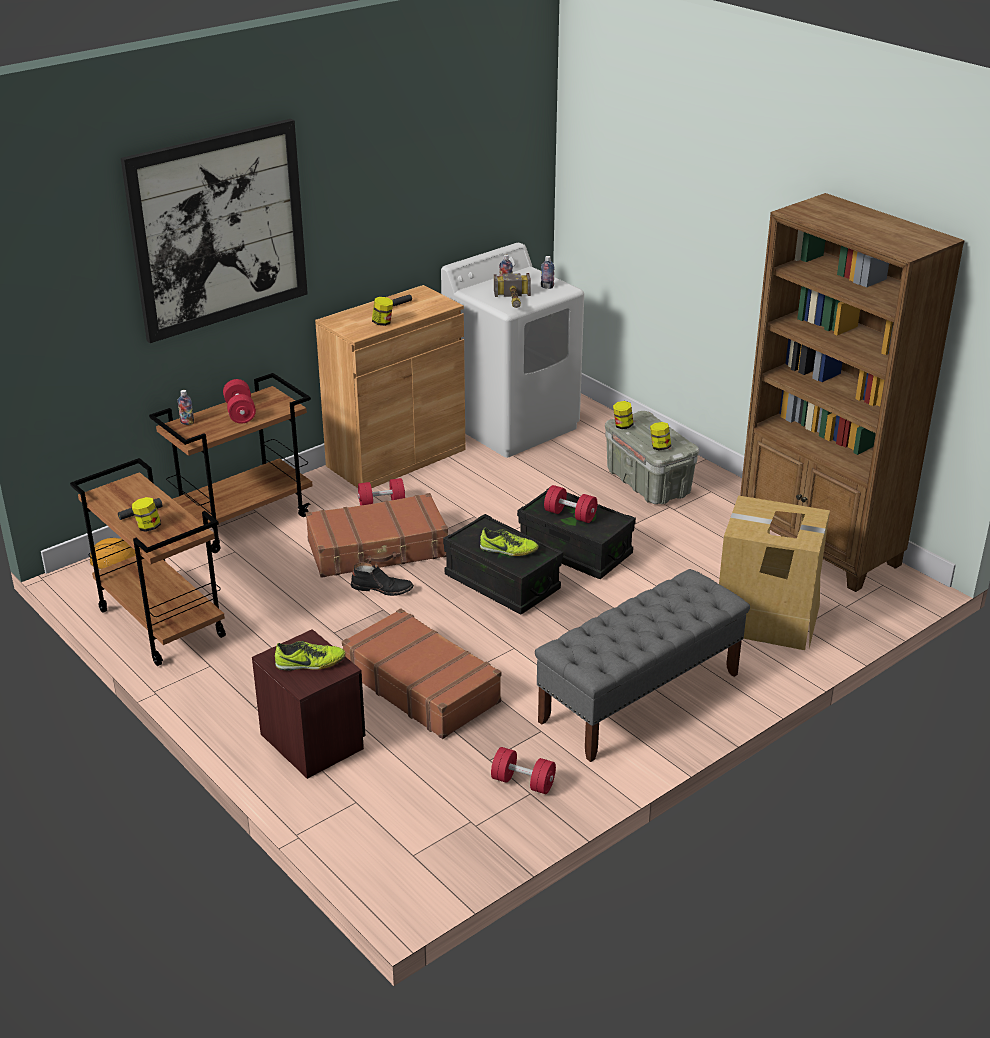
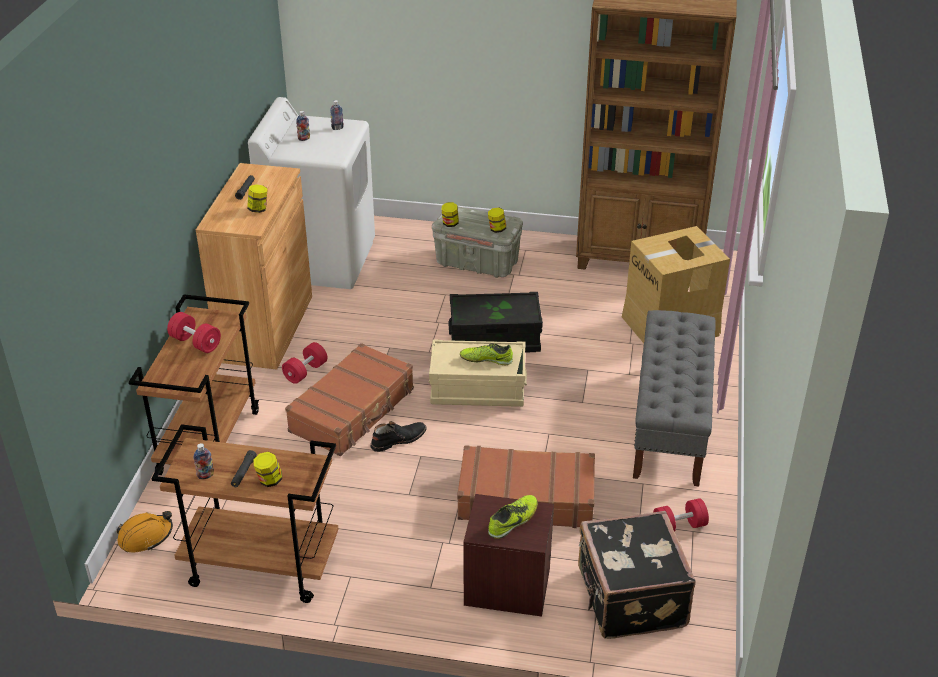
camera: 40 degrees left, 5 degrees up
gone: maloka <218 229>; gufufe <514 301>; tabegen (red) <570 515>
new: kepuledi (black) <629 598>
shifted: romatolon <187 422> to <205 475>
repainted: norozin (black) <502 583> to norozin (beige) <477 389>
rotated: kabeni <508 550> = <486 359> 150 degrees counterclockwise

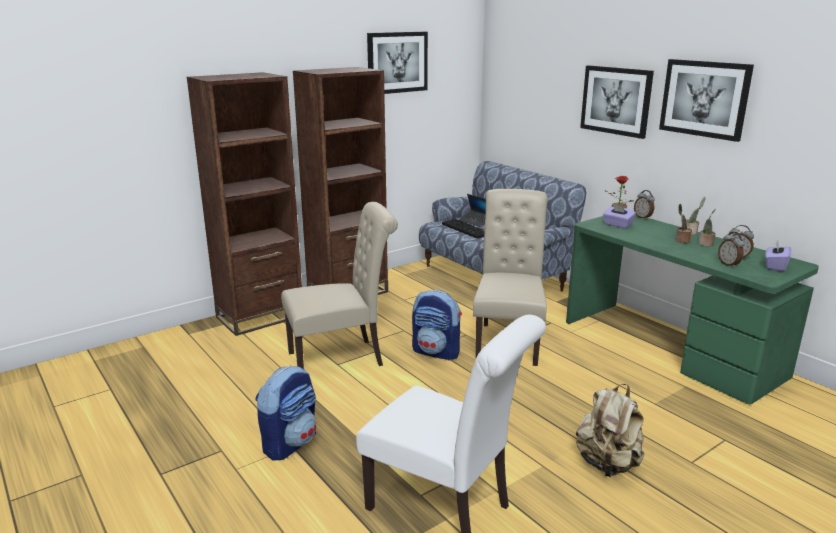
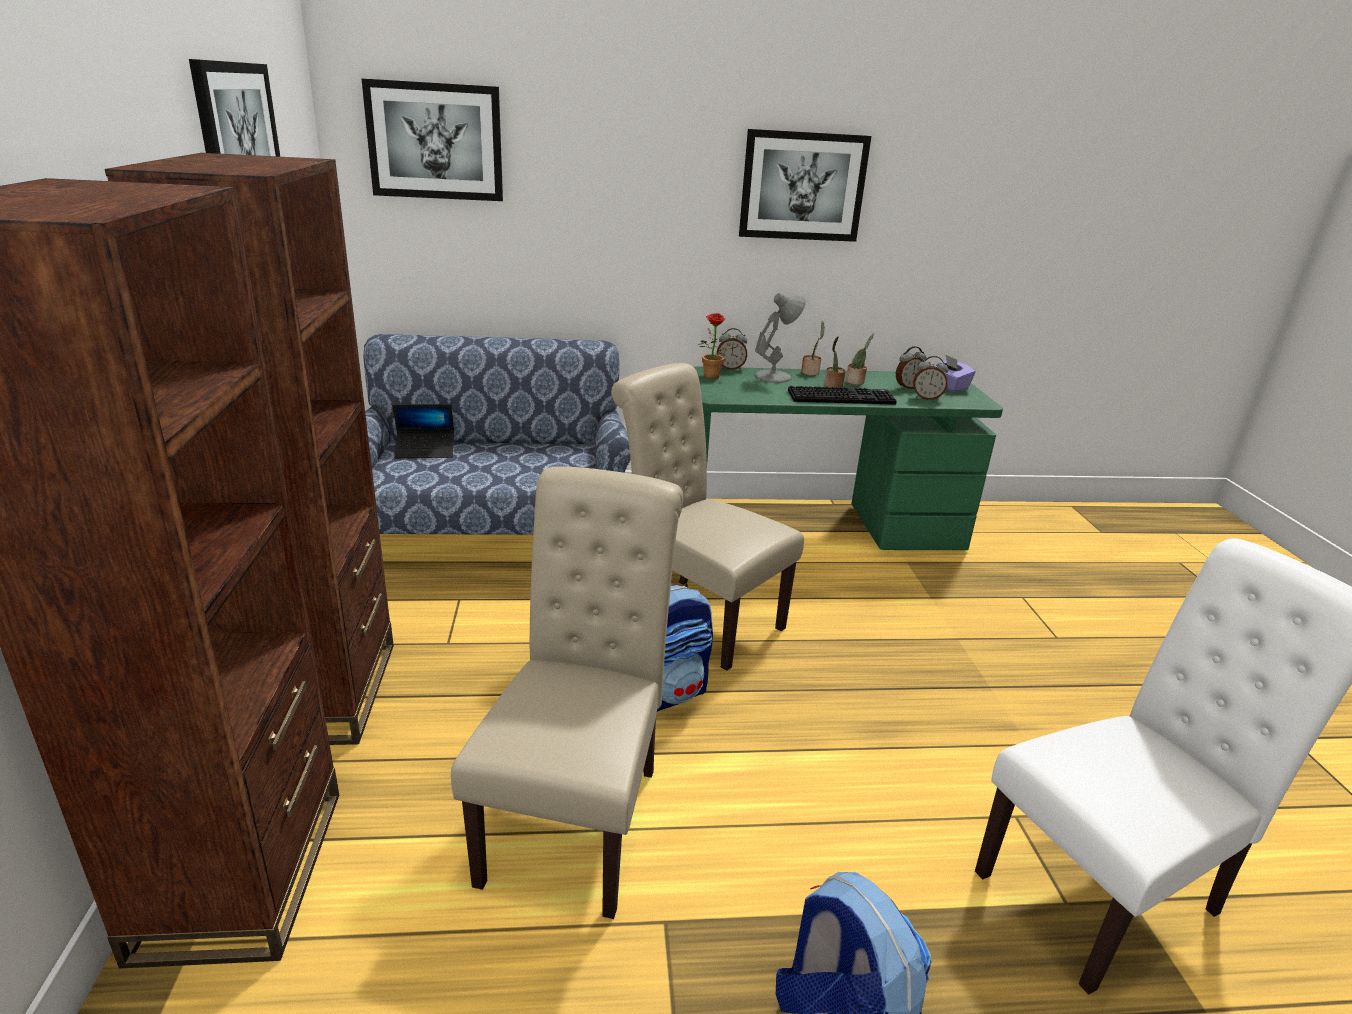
camera: 60 degrees left, 5 degrees up
gone: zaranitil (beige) <608 464>; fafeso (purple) <617 225>
new: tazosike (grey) <774 376>
shifted: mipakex <466 229> to <841 397>; maloka <616 100> to <435 141>

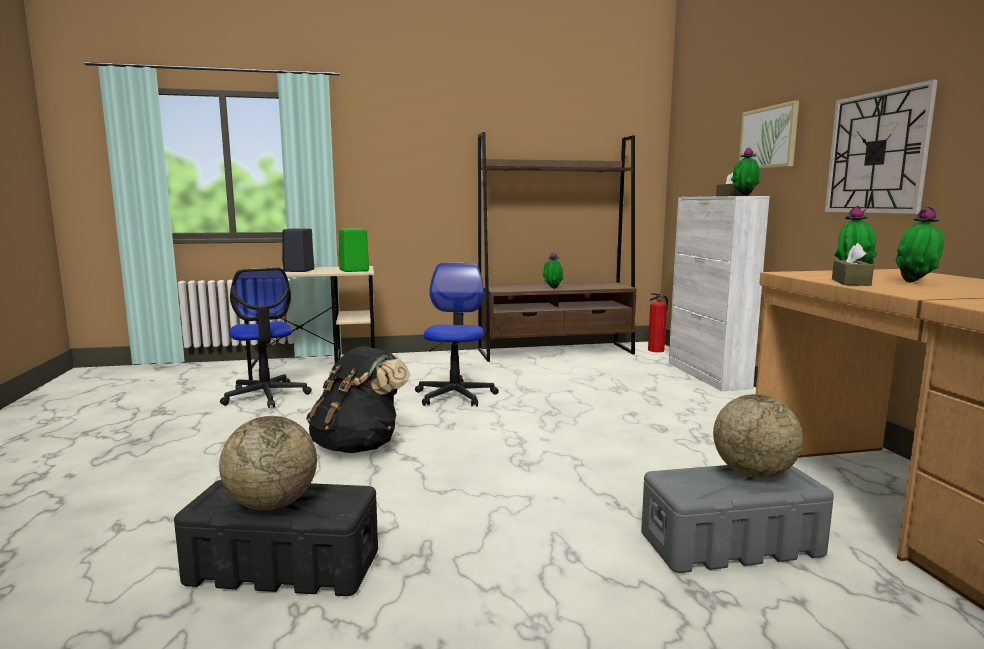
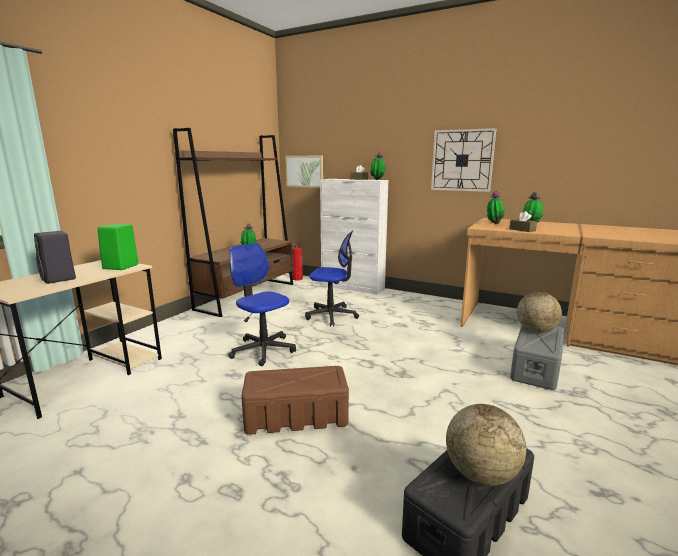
camera: 50 degrees left, 5 degrees up
shifted: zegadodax <266 396> to <331 315>; maloka <768 138> to <304 171>
swapped: zaranitil (black) <358 446> to norozin (brown) <297 416>

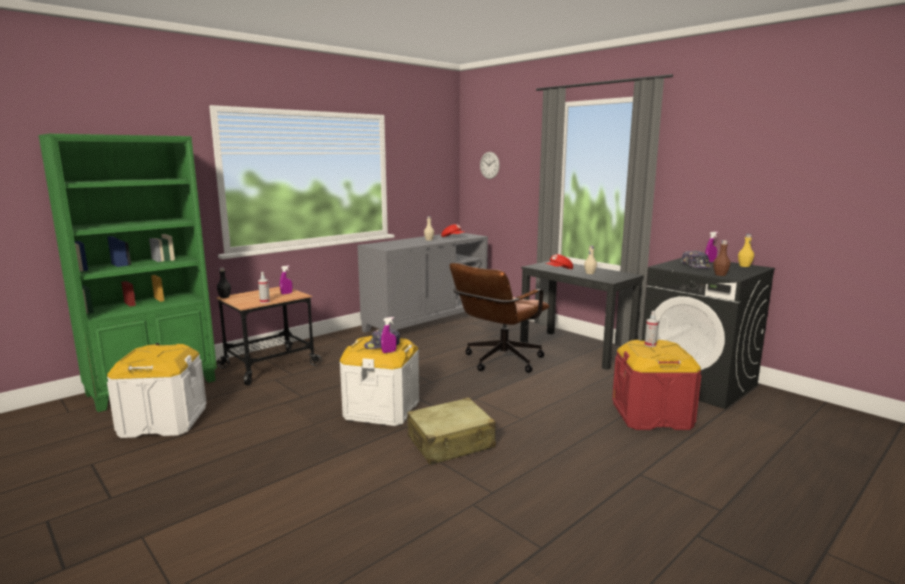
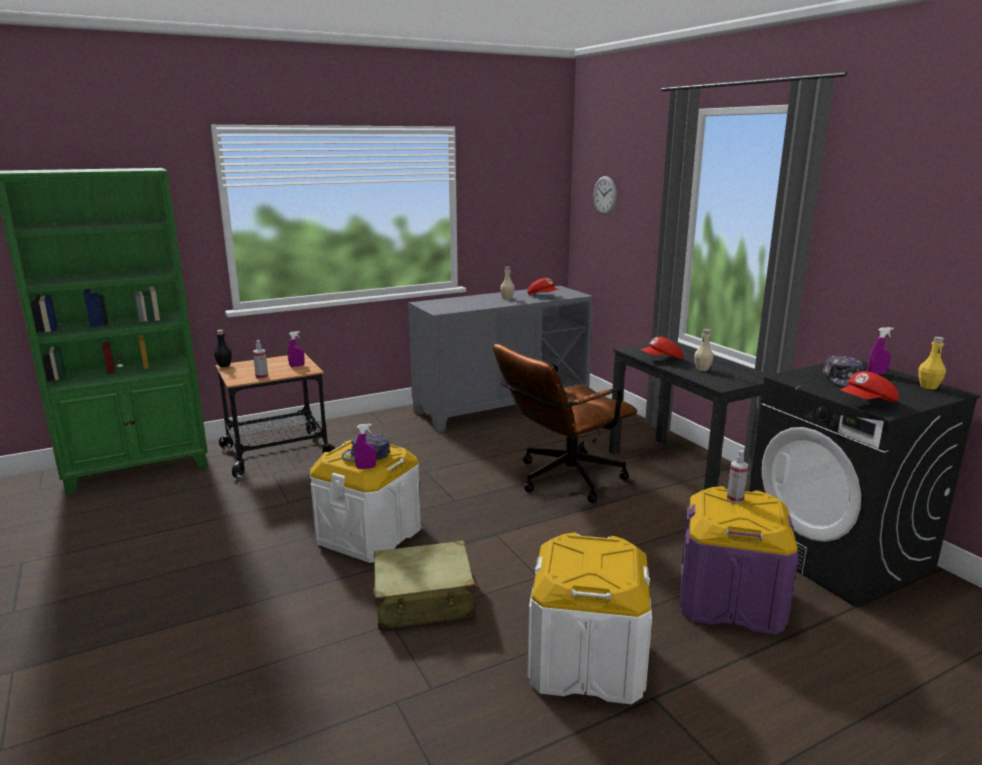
camera: 15 degrees right, 5 degrees up
shifted: norozin (white) <163 422> to <586 662>
swapped: romatolon (brown) <720 275> to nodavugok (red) <867 403>
repainted: norozin (red) <651 415> to norozin (purple) <730 600>

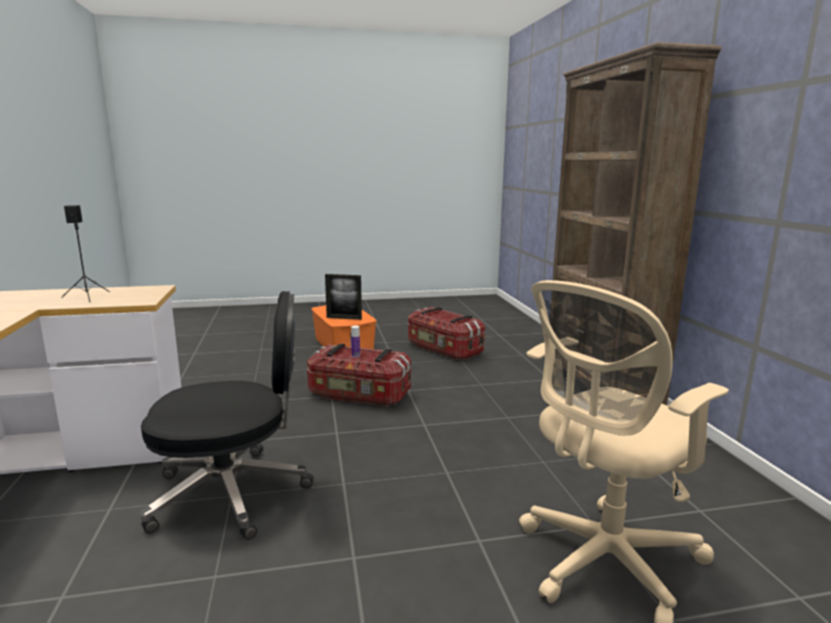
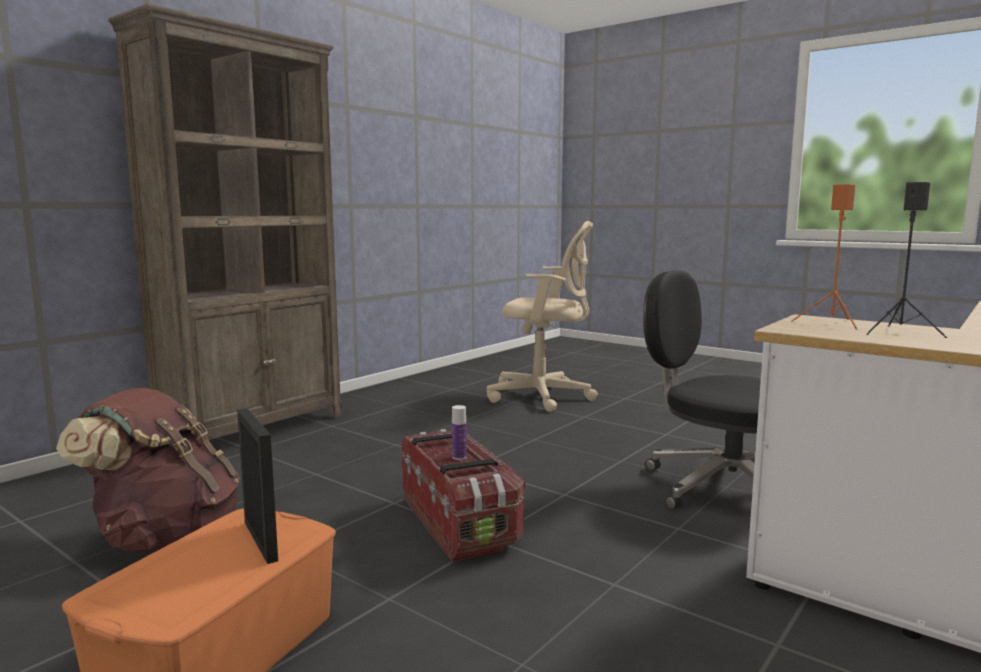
camera: 130 degrees left, 5 degrees down
new: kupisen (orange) <832 323>
swapped: norozin <443 349> to zaranitil (brown) <164 538>

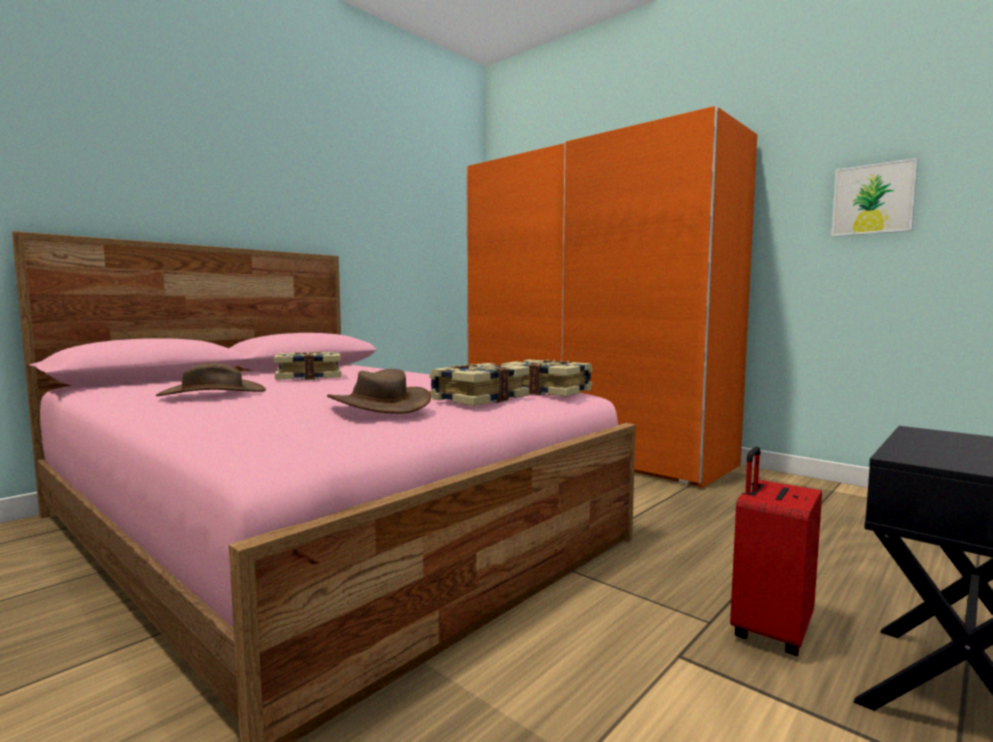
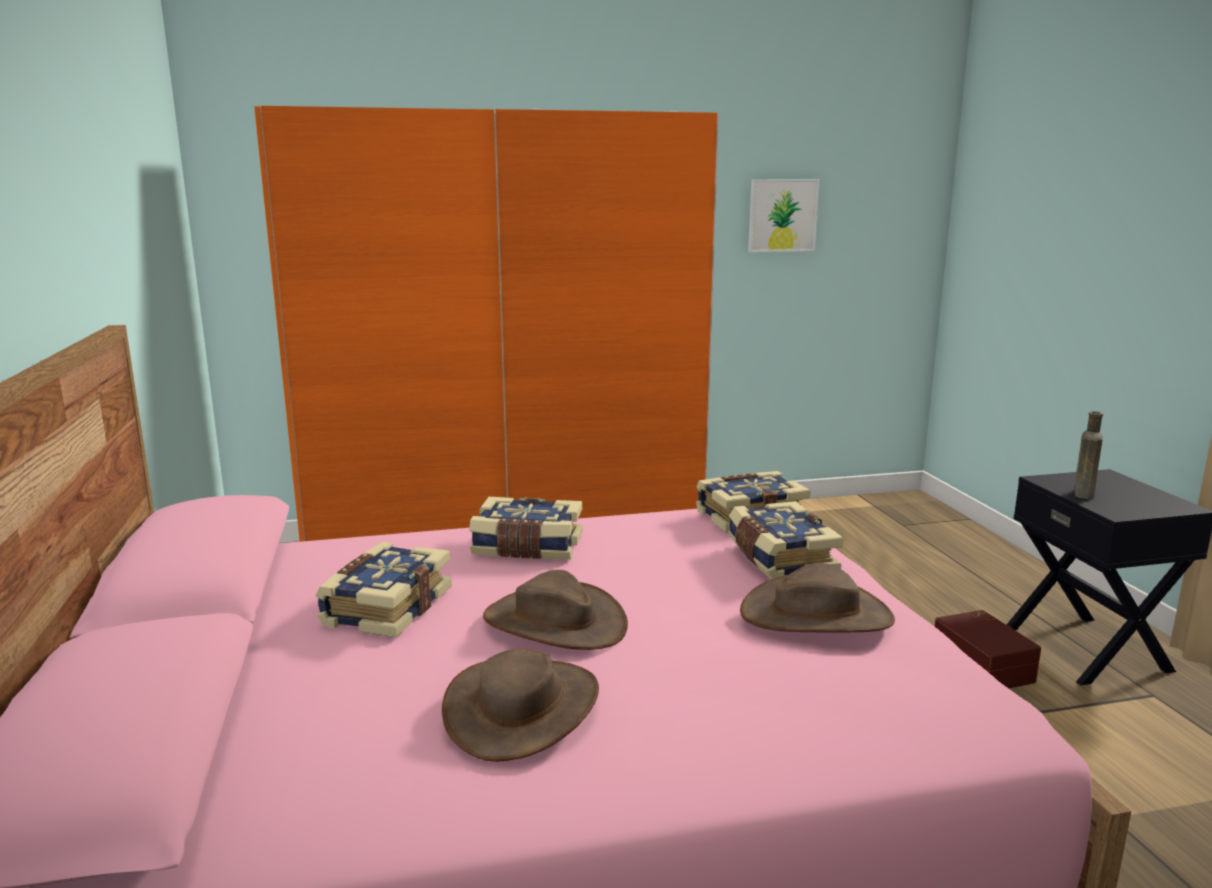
camera: 55 degrees left, 10 degrees up
new: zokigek <527 547>; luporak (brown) <554 622>; romatolon (brown) <1083 493>
swapped: kepuledi (red) <769 630> to norozin (brown) <983 666>

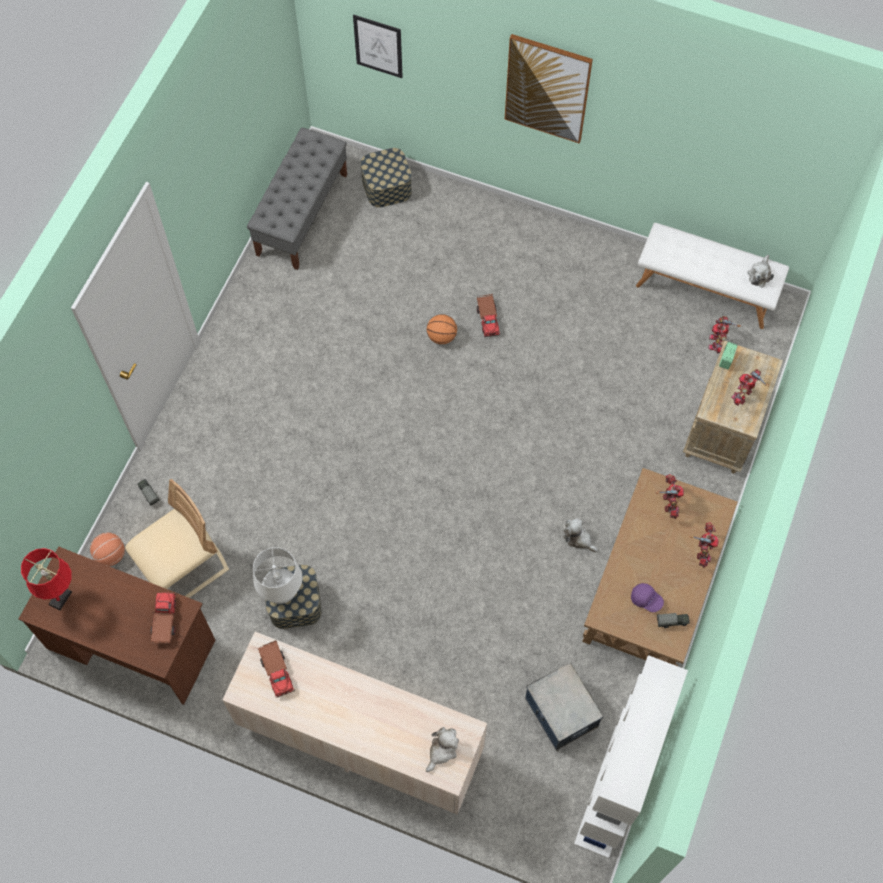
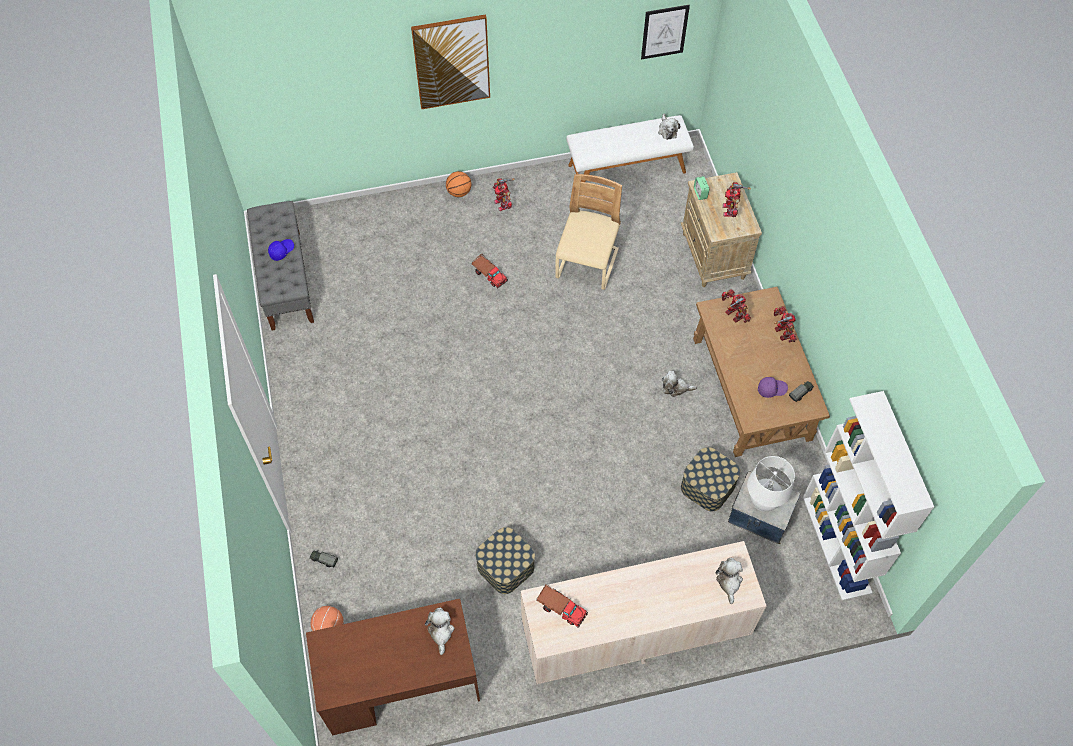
camera: 35 degrees left, 5 degrees down
gone: tazosike (red) <62 596>
new: nodavugok (blue) <281 251>
shifted: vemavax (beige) <183 567> to <587 265>; tazosike (white) <282 592> to <763 501>; maloka <378 46> to <664 32>; norozin <386 186> to <708 486>; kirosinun <441 336> to <459 192>; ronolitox <717 343> to <503 203>
swapped: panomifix <164 621> to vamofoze <440 632>

